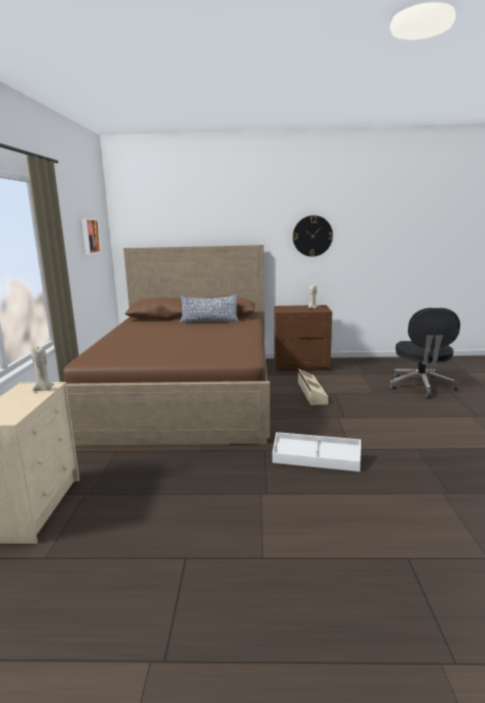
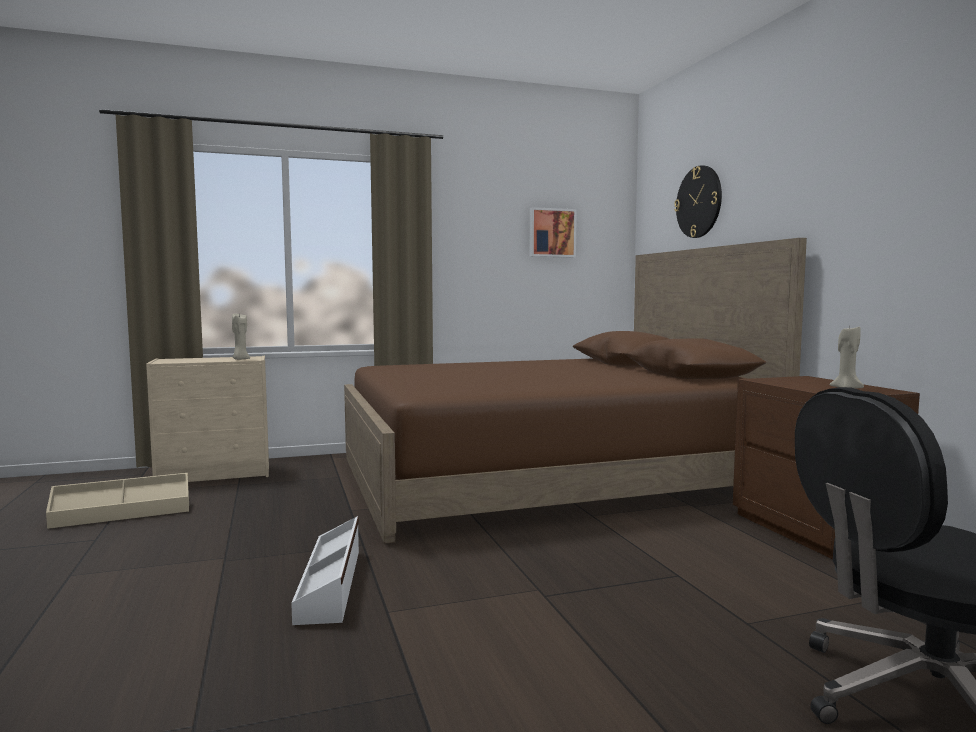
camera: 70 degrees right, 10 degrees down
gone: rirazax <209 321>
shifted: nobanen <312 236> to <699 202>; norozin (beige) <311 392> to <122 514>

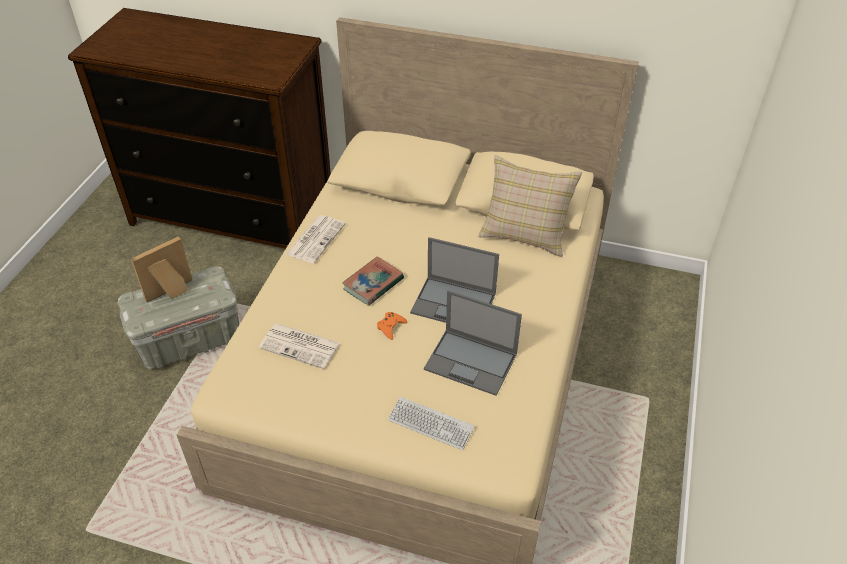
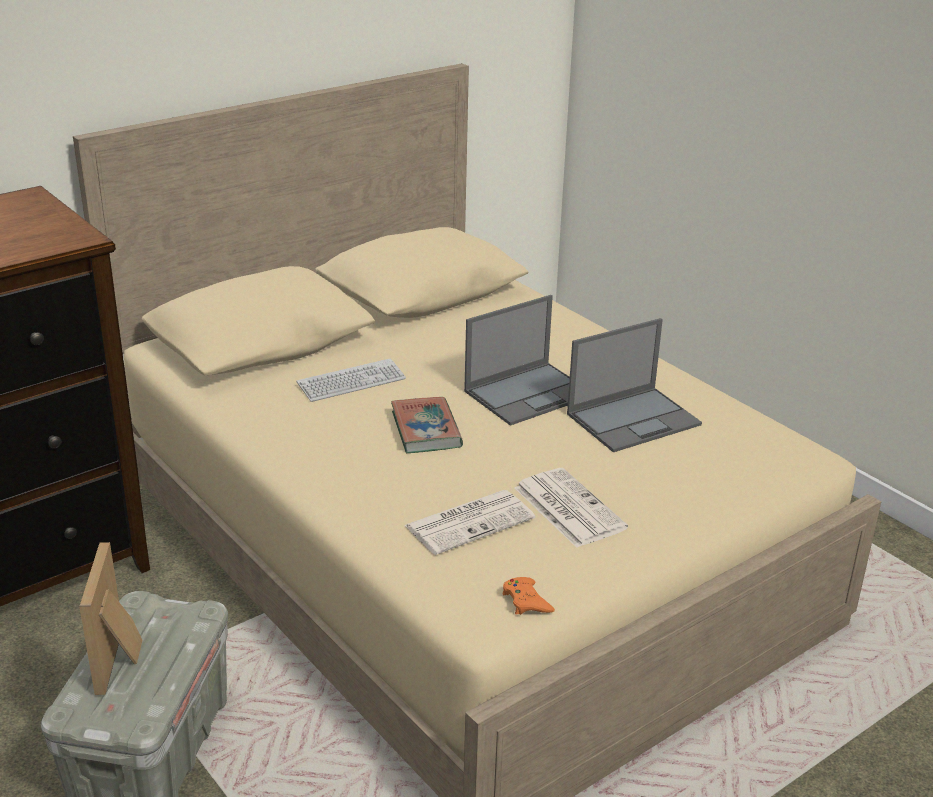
camera: 55 degrees left, 15 degrees down
gone: rirazax (beige) <525 233>
shifted: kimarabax <315 239> to <567 508>; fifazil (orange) <391 327> to <526 601>; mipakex <430 424> to <351 382>

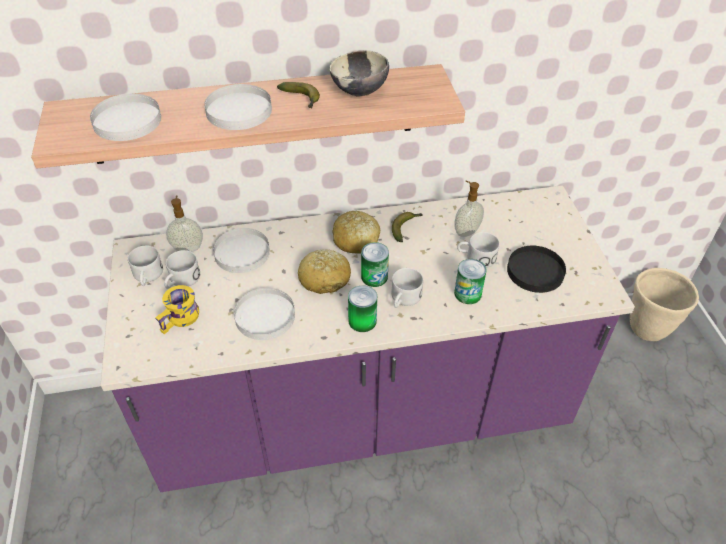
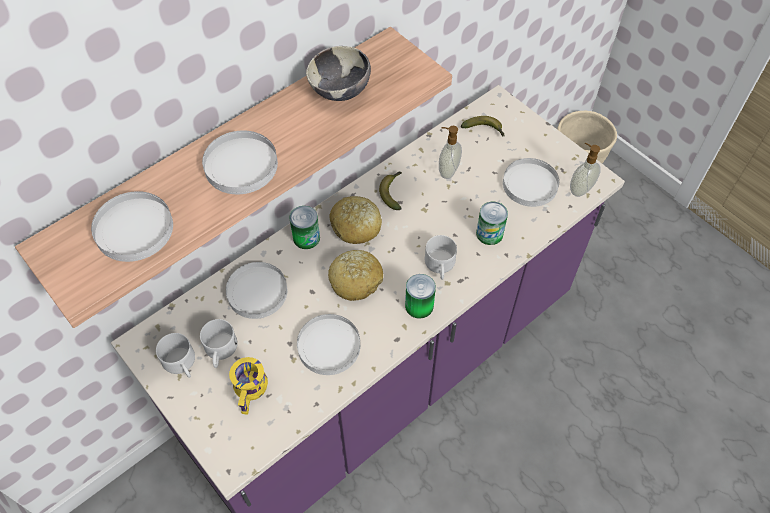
camera: 30 degrees left, 10 degrees up
gone: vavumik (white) <476 258>
shifted: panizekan <188 247> to <580 189>; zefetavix <302 100> to <485 130>; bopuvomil <374 277> to <306 238>
repainted: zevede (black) <535 271> to zevede (white) <529 184>

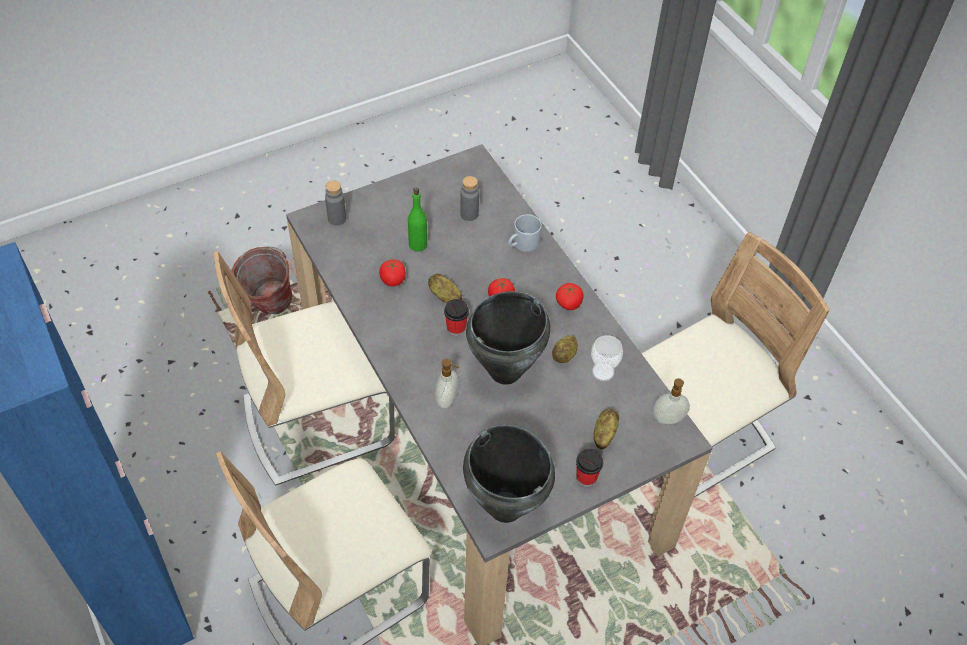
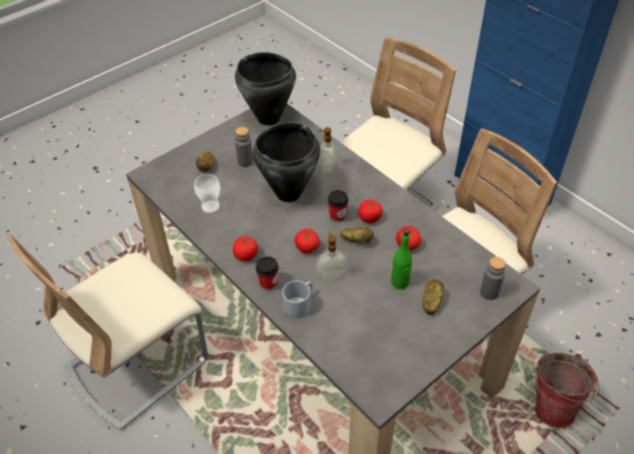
camera: 170 degrees right, 5 degrees down
new: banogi <369 218>
shifted: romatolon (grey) <469 214> to <245 161>; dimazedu <565 355> to <431 302>; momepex <586 477> to <268 283>; panizekan <668 420> to <331 274>

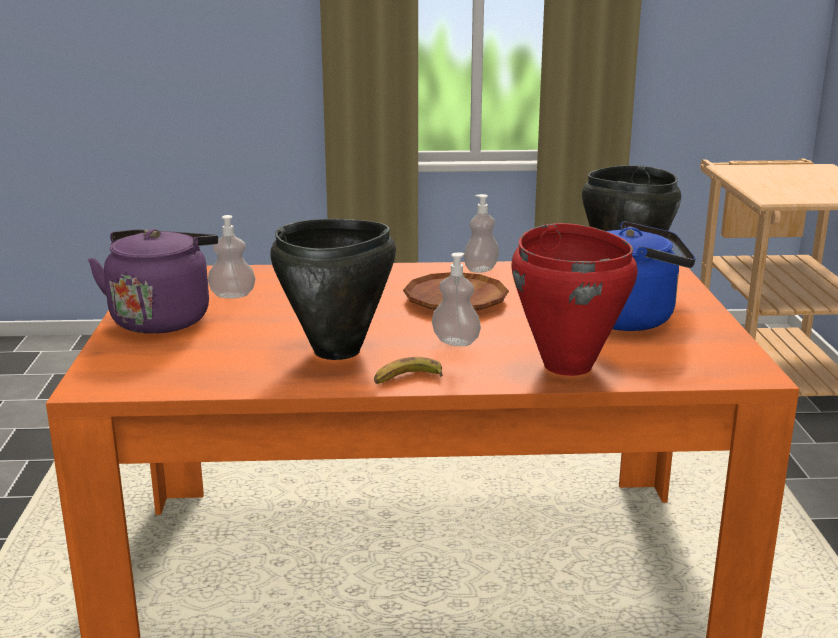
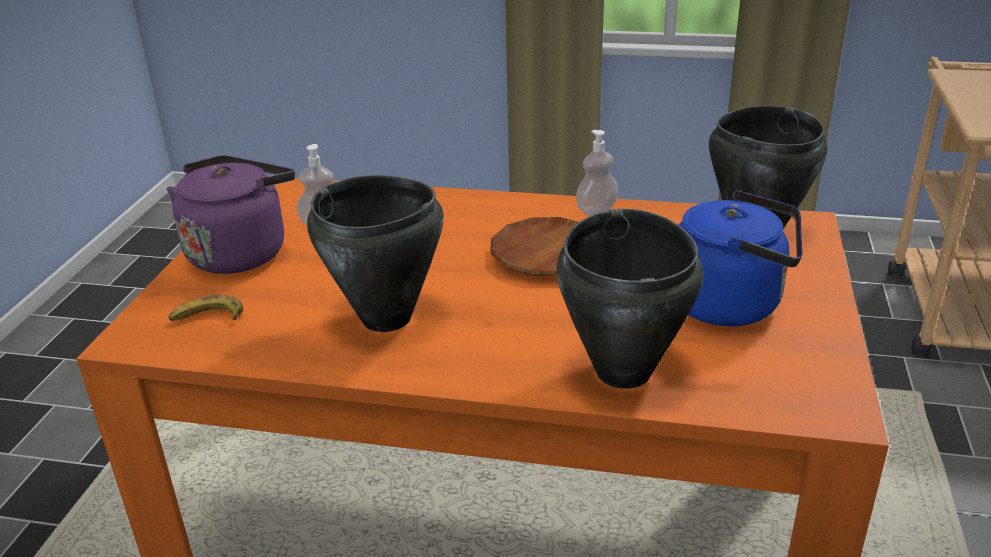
camera: 15 degrees right, 10 degrees up
gone: panizekan <455 342>
shifted: zefetavix <407 379> to <207 317>
repainted: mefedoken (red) <568 365> to mefedoken (black) <624 371>

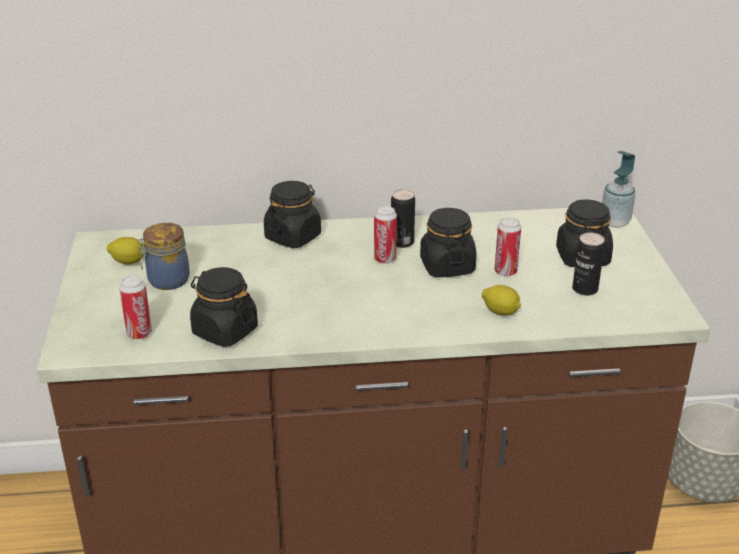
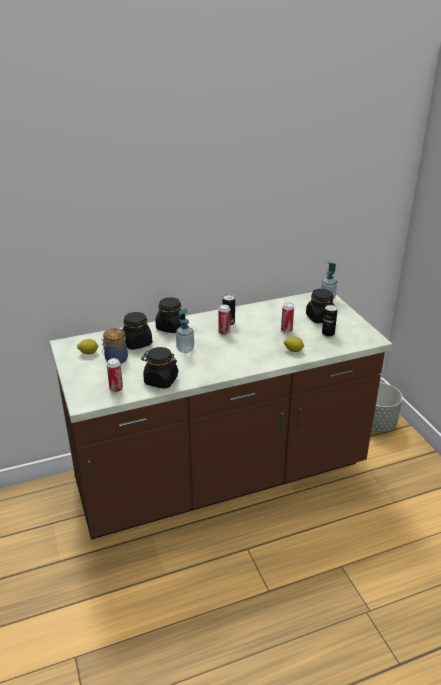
camera: 15 degrees left, 0 degrees up
new: panizekan <185 349>
shifted: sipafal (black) <447 266> to <137 343>

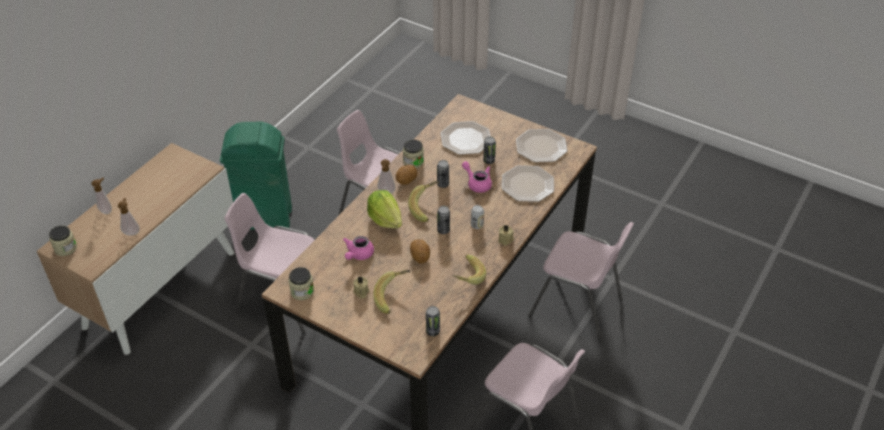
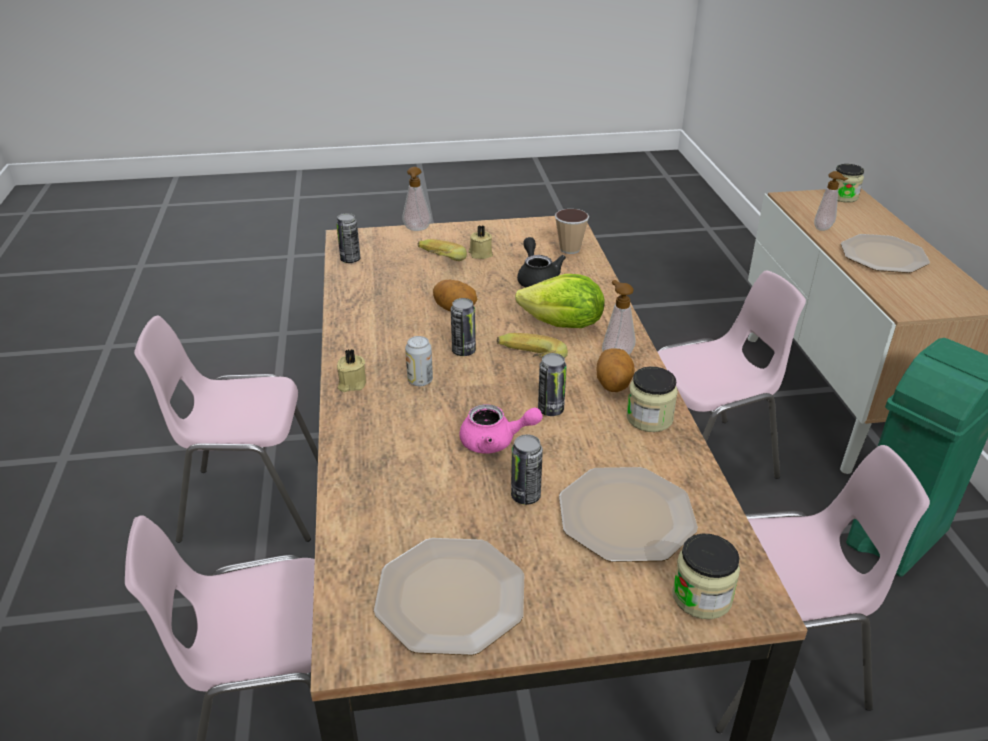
camera: 140 degrees right, 10 degrees down
gone: zefetavix <466 277>
new: momepex <570 249>
shifted: panizekan <107 210> to <417 230>; sipafal <302 291> to <702 597>; zevede <528 184> to <883 256>
repainted: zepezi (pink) <358 255> to zepezi (black) <537 279>

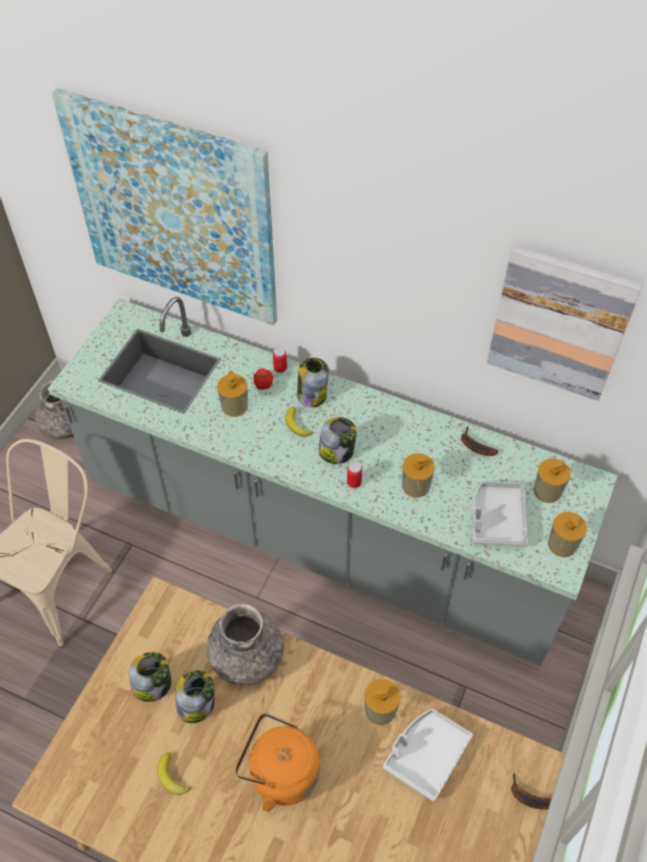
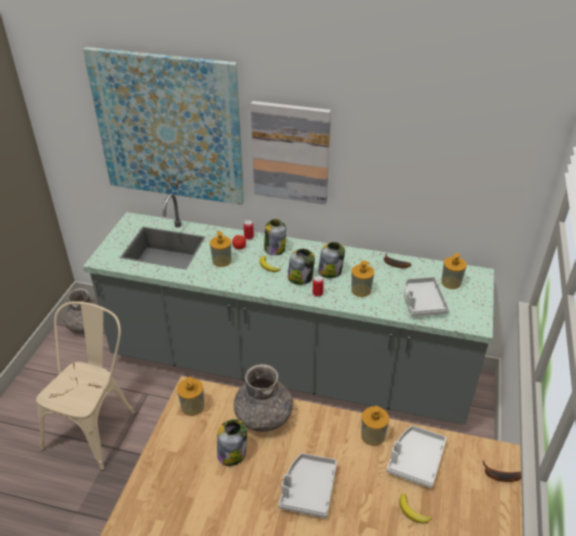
camera: 10 degrees left, 15 degrees down
shifted: sipafal <153 684> to <330 271>; zefetavix <171 777> to <412 512>; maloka <559 323> to <291 153>; panizekan <562 544> to <192 406>
swapped: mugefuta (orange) <280 773> to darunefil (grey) <308 489>

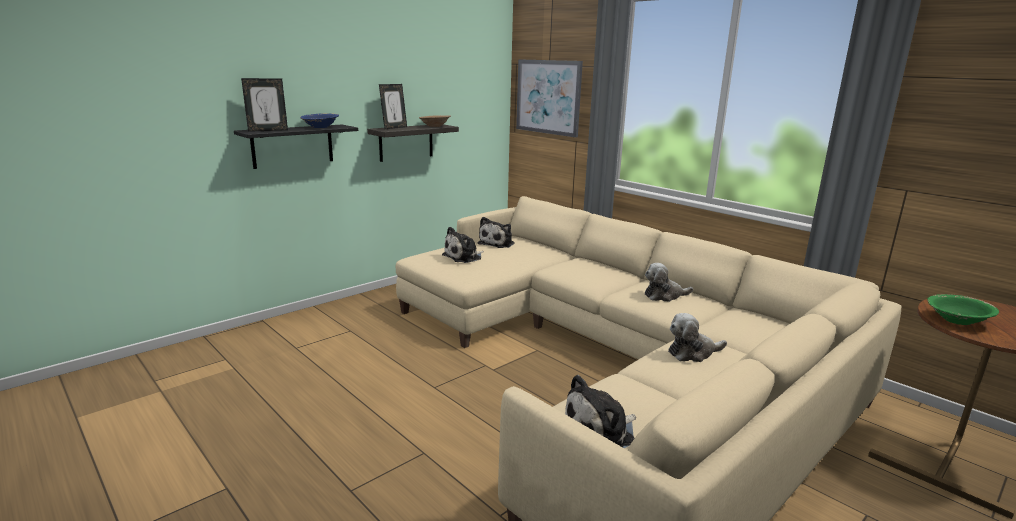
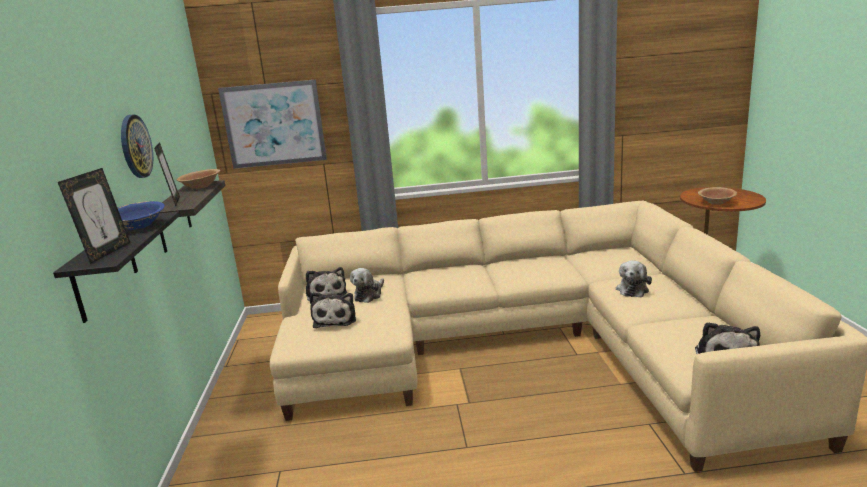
camera: 50 degrees left, 0 degrees up
new: nobanen <135 146>
shifted: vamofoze <664 295> to <369 295>
repainted: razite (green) <957 320> to razite (brown) <716 202>

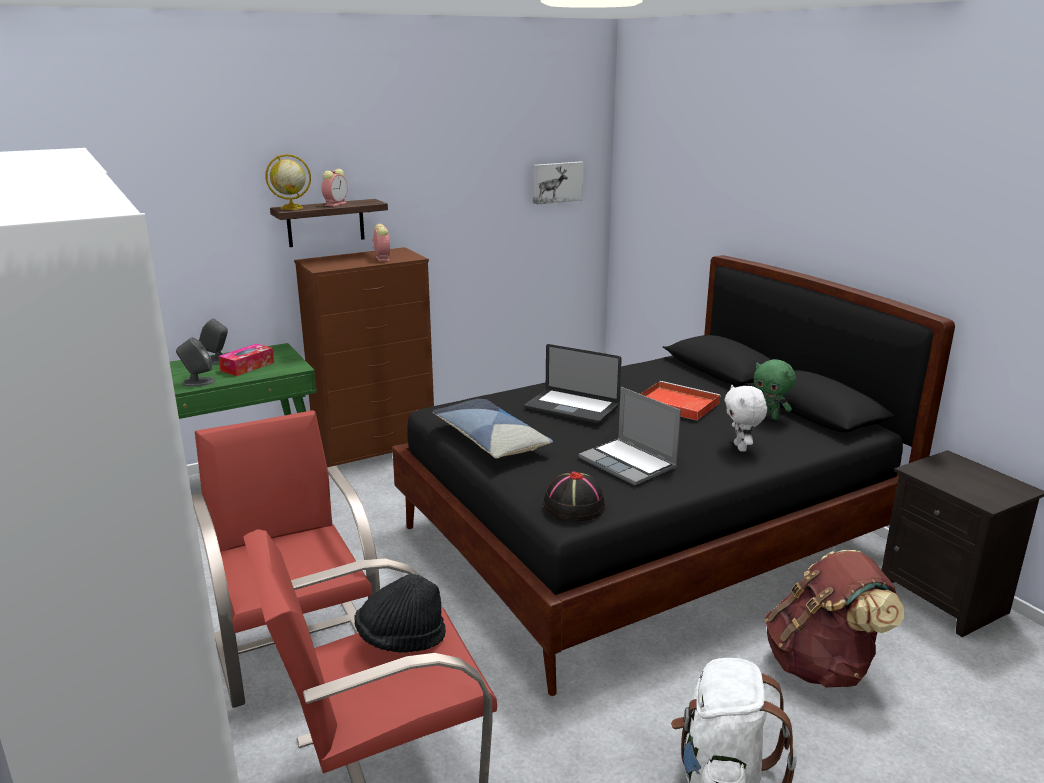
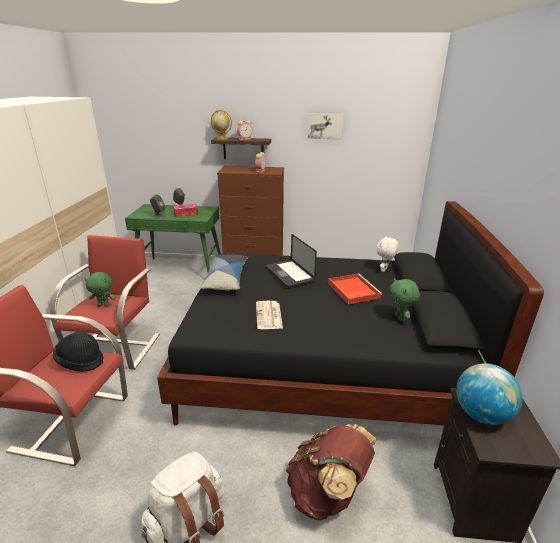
camera: 35 degrees right, 5 degrees up
gone: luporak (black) <573 506>
new: vamofoze (green) <104 305>; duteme <481 414>
shifted: maloka <556 182> to <325 126>; vamofoze (white) <741 448> to <384 270>
swapped: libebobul <629 463> to kimarabax <269 316>

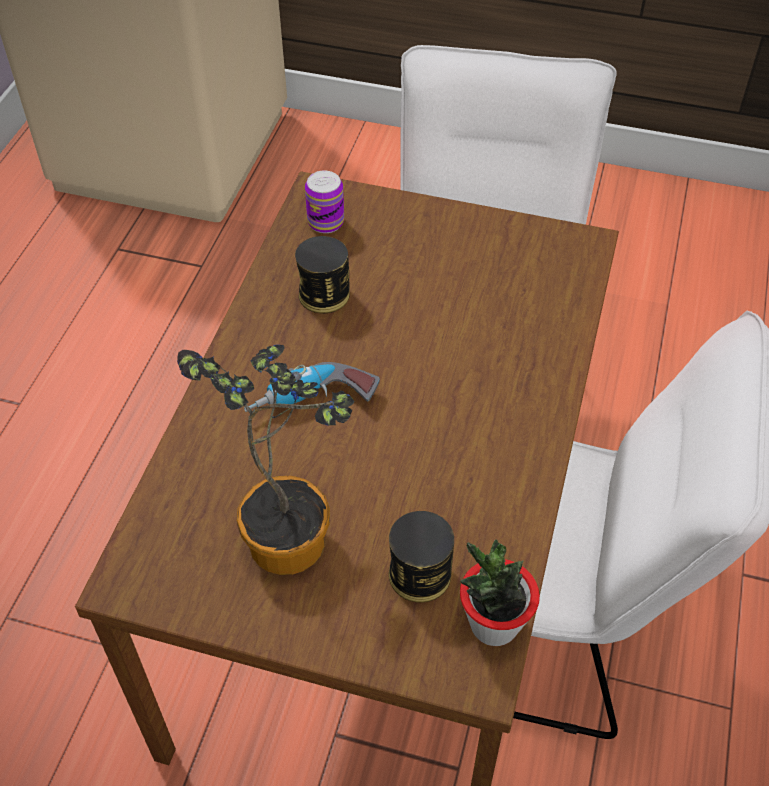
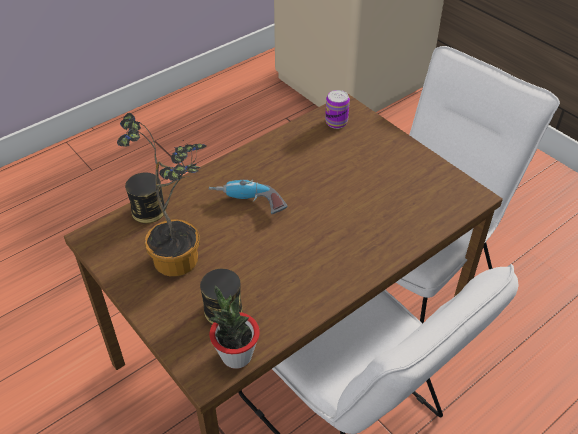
camera: 35 degrees right, 5 degrees down
shifted: bopuvomil <324 295> to <148 211>

